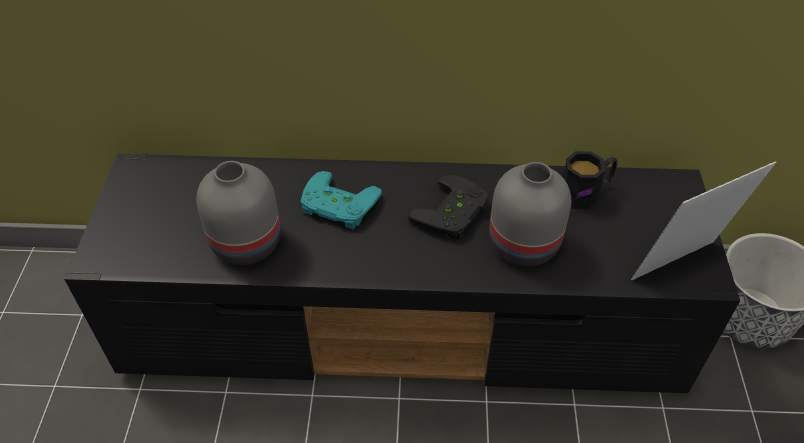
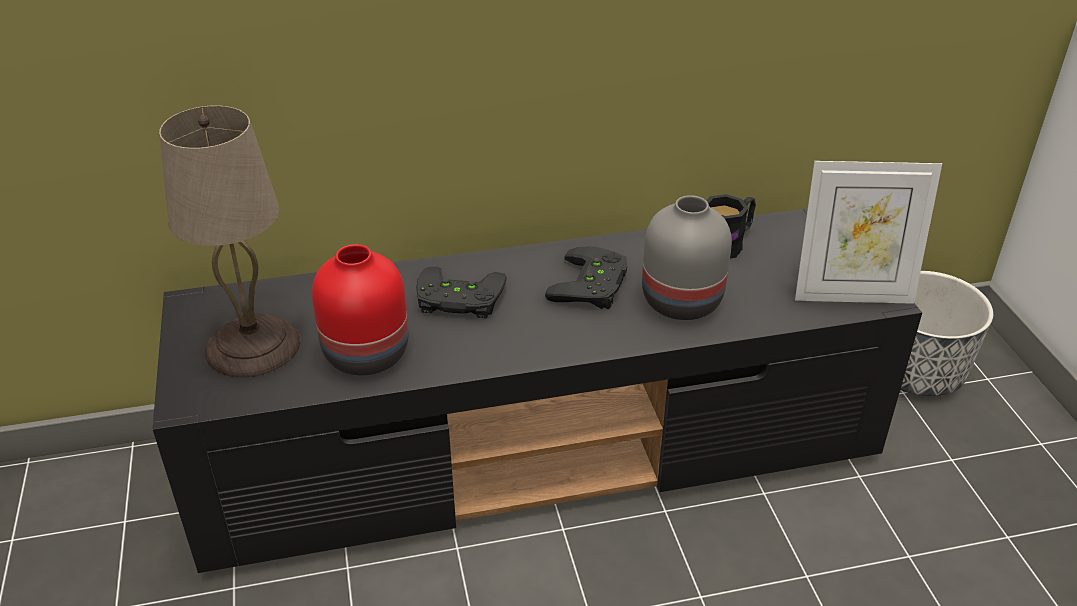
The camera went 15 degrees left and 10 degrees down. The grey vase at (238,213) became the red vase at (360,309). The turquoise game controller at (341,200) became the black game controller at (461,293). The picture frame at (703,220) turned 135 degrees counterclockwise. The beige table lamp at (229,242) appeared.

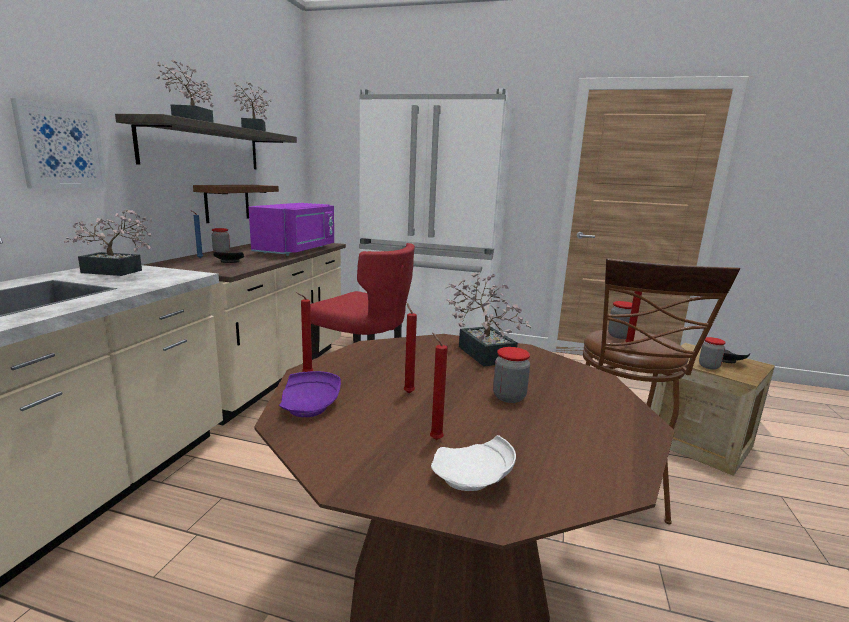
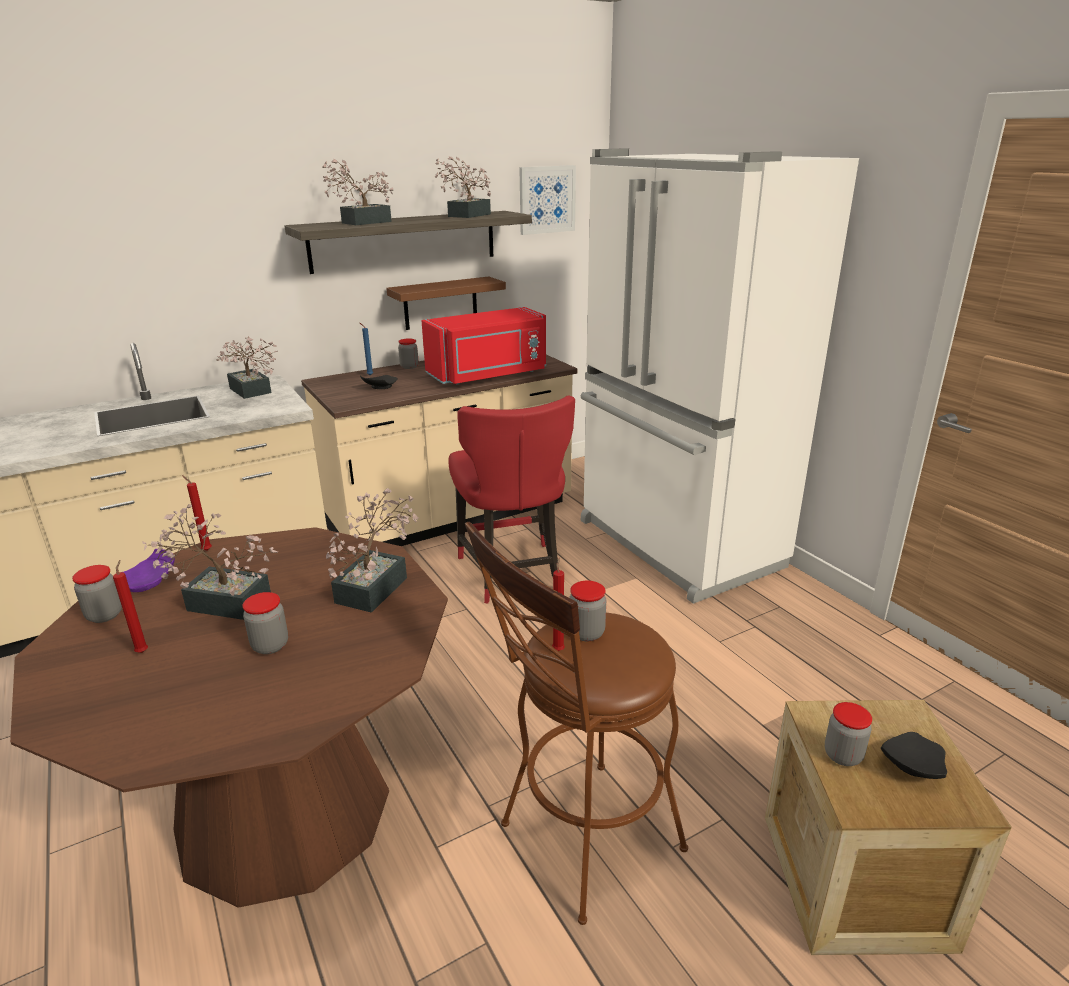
The camera went 45 degrees right and 10 degrees up. The picture moved from (58,143) to (547,200). The purple microwave at (291,229) became the red microwave at (483,345). The red candle at (410,348) was replaced by the potted plant at (210,562). The white plate at (473,463) disappeared. The jar at (97,594) appeared.

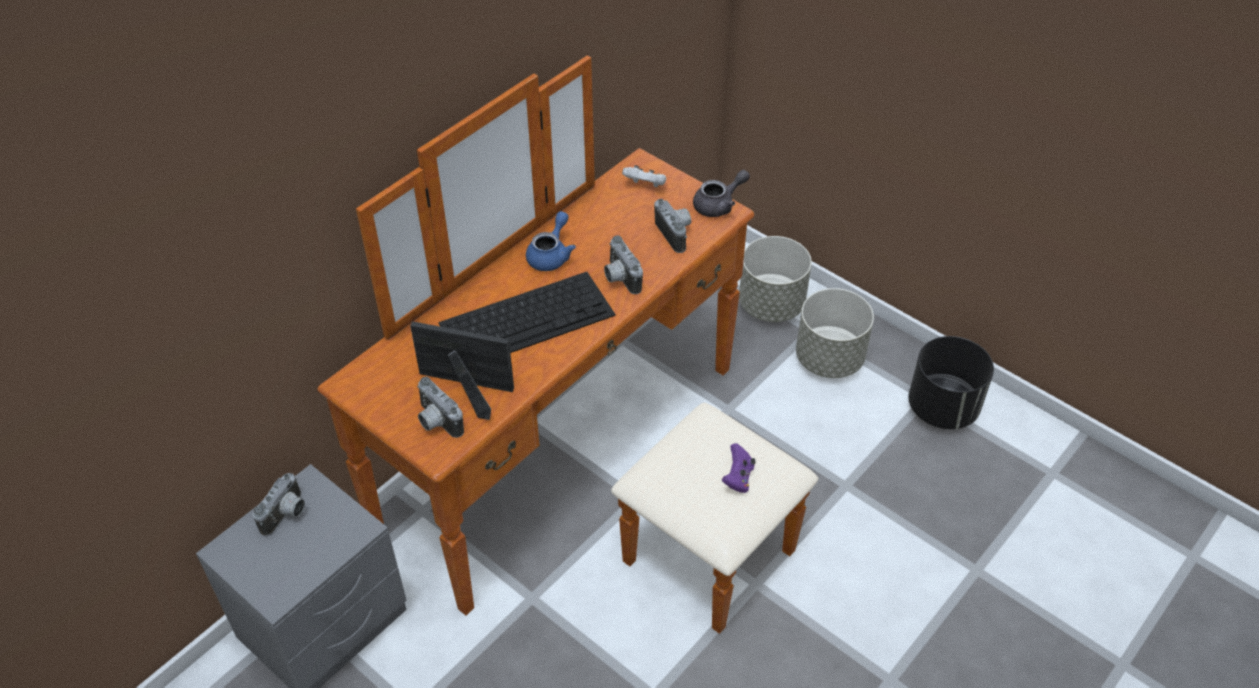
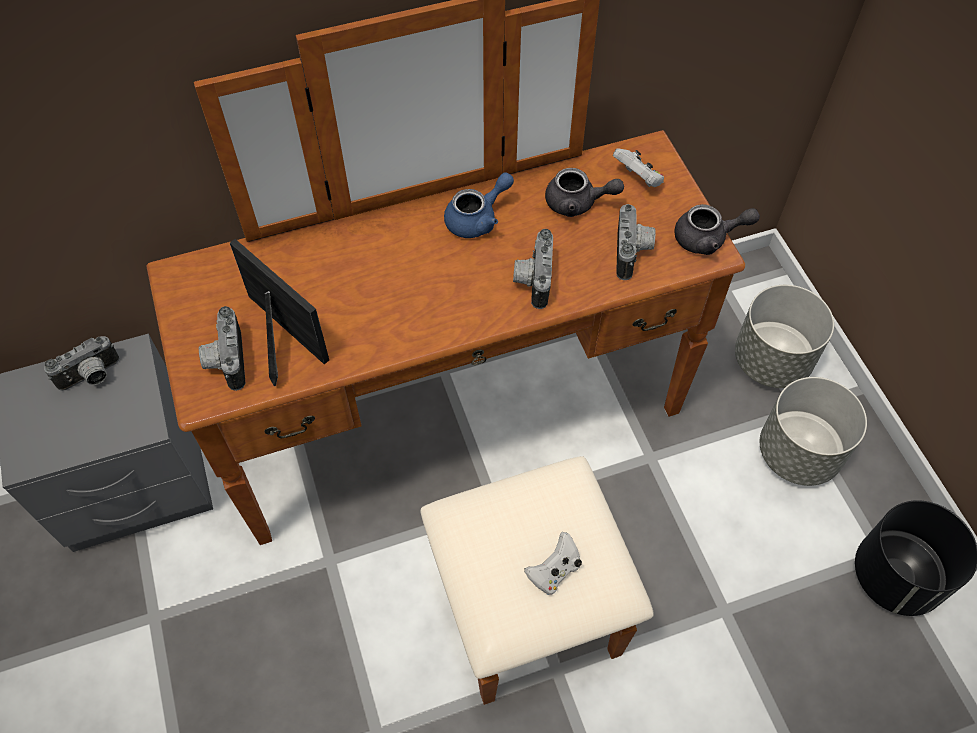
The camera went 30 degrees right and 10 degrees up. The keyboard at (527,312) disappeared. The purple game controller at (739,468) became the white game controller at (553,563). The grey teapot at (584,192) appeared.

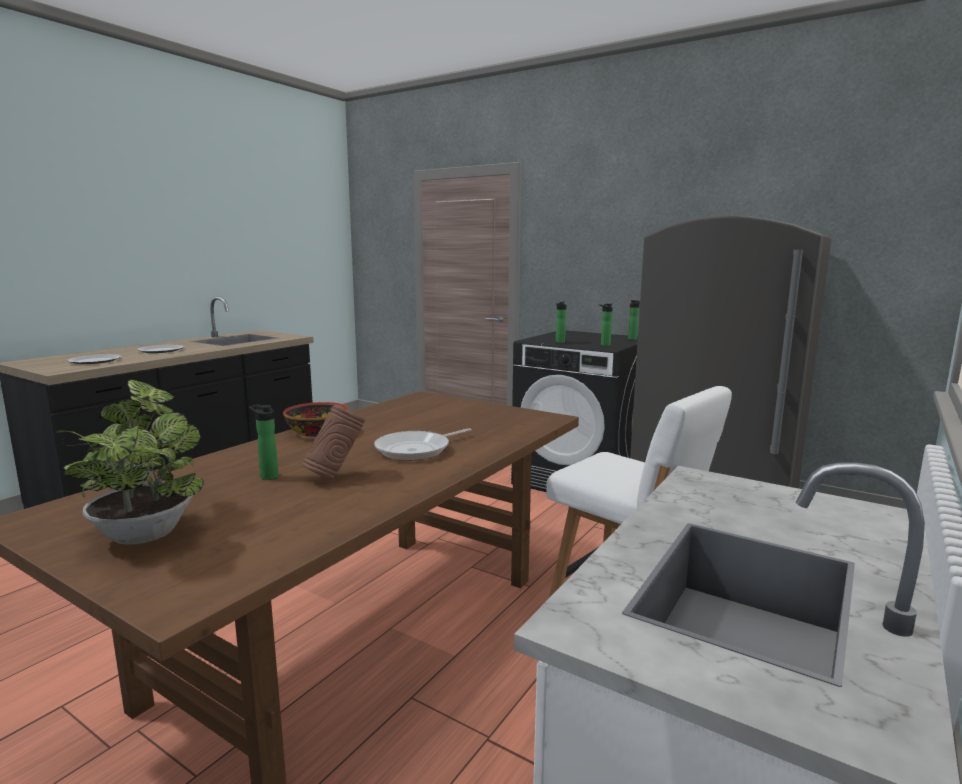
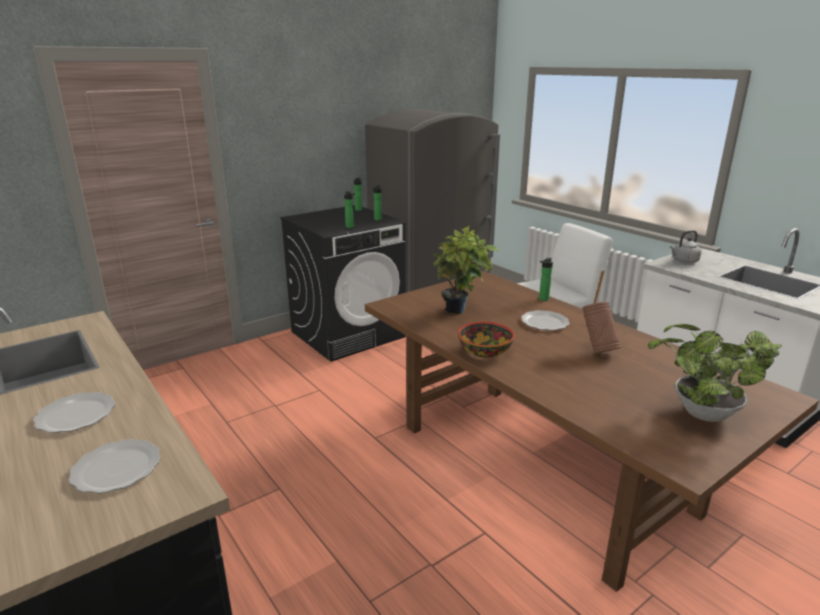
The camera went 70 degrees left and 10 degrees up. The bottle moved from (264,442) to (546,279). The frying pan at (423,444) was replaced by the plate at (545,320). The potted plant at (465,270) appeared. The grey kettle at (685,246) appeared.

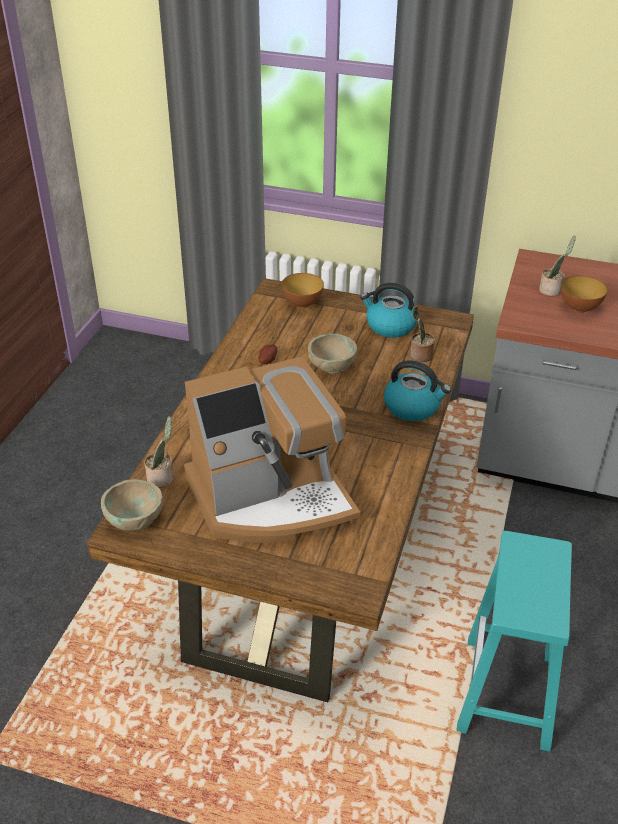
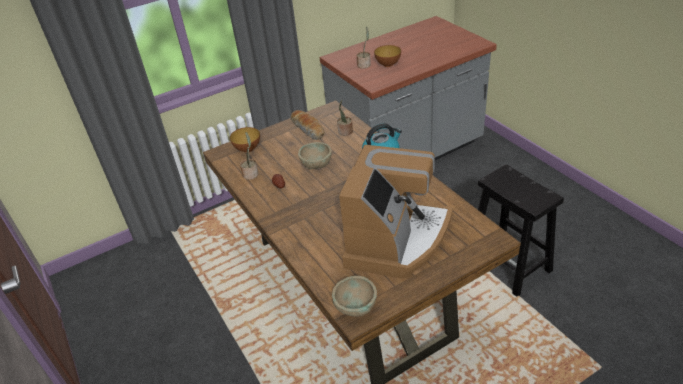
The camera went 45 degrees left and 0 degrees up. The potted plant moved from (159,452) to (249,156). The kettle at (389,310) was replaced by the bread at (307,125). The turquoise stool at (514,641) became the black stool at (521,231).

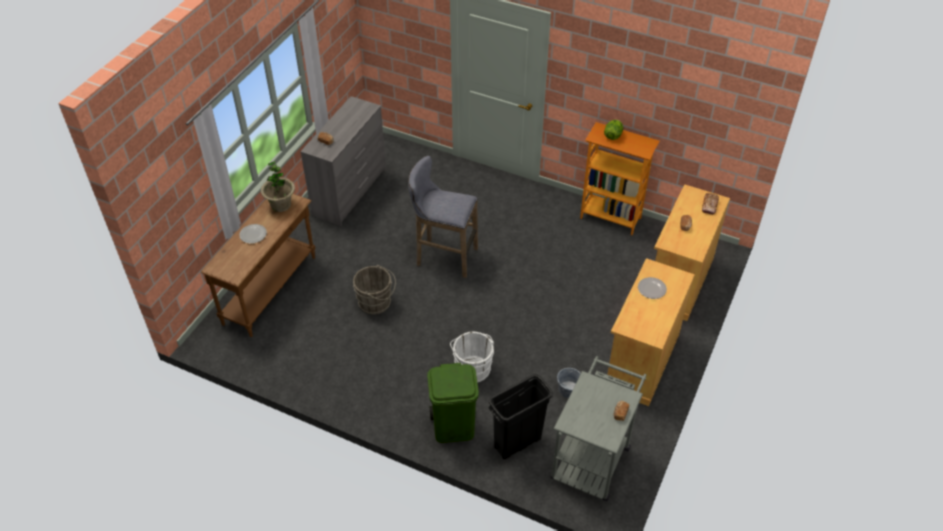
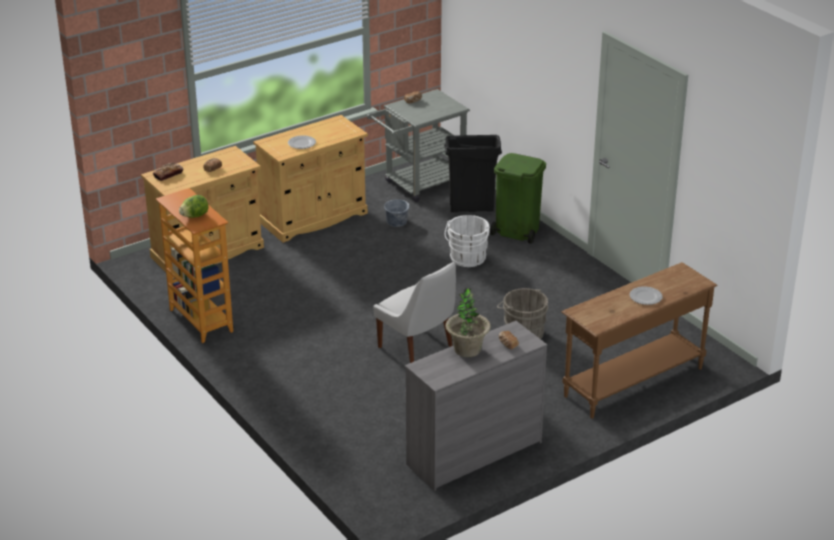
The camera went 150 degrees left and 15 degrees down. The potted plant moved from (278,186) to (468,322). The grey stool at (443,217) was replaced by the white chair at (415,312).

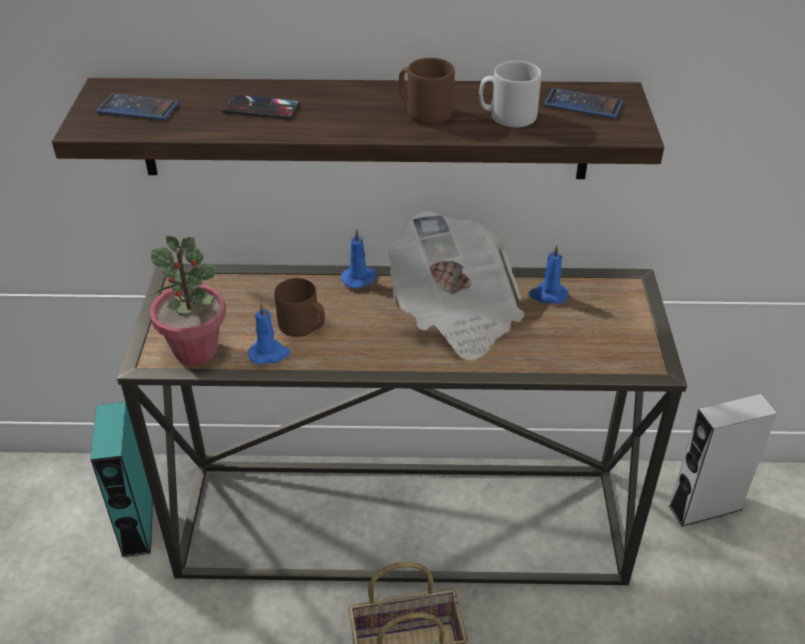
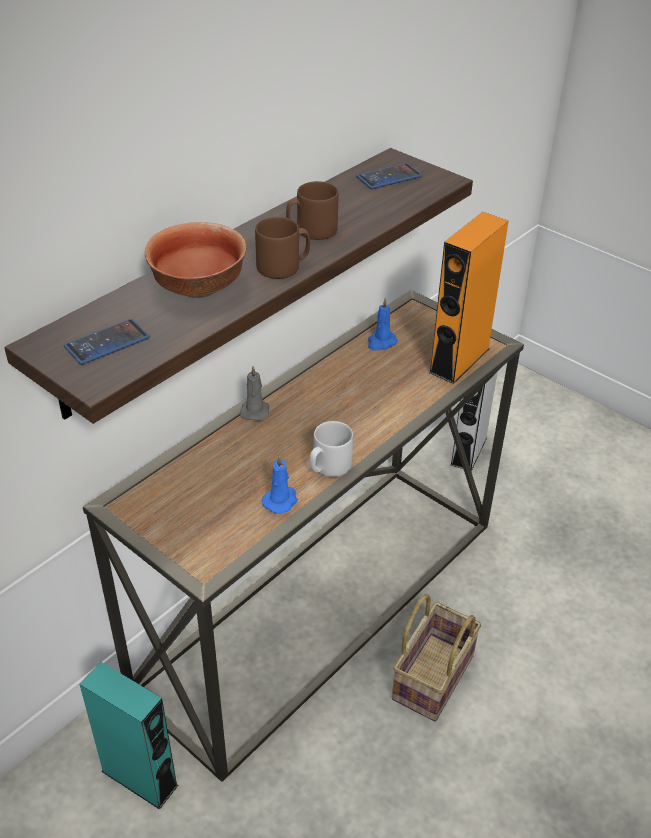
The camera went 50 degrees left and 0 degrees up. The potted plant at (188,300) disappeared. The phone at (260,106) was replaced by the bowl at (195,260). The brown mug moved from (300,307) to (282,248). The blue candle at (359,259) became the grey candle at (254,393). The newspaper at (456,286) disappeared. The grey mug moved from (510,94) to (331,449). The orange speaker at (469,298) appeared.

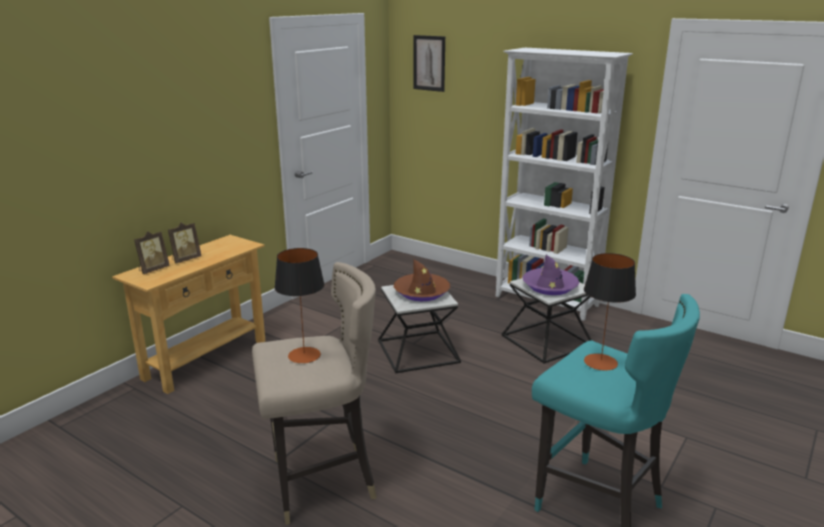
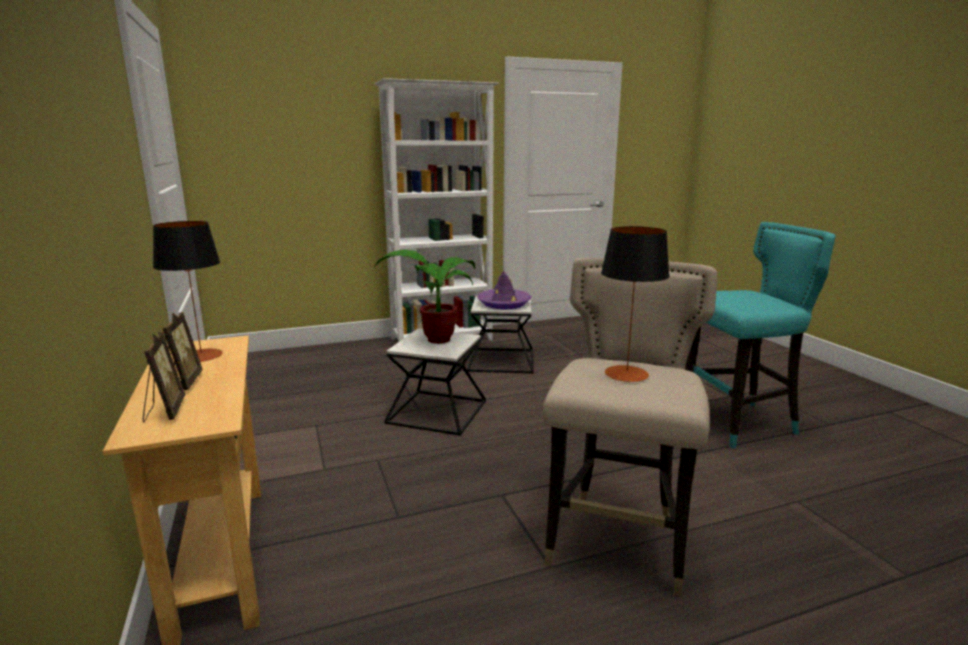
The camera went 55 degrees left and 5 degrees down. The brown hat at (422,280) was replaced by the potted plant at (424,297). The picture at (429,63) disappeared. The table lamp moved from (610,312) to (188,291).

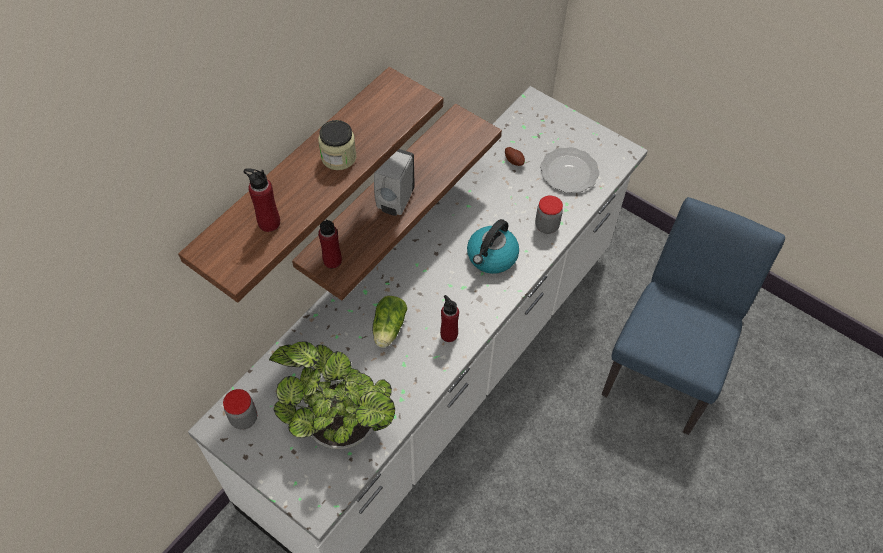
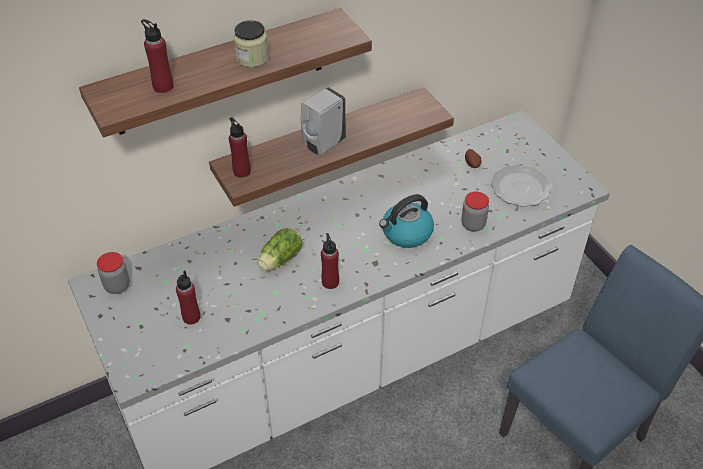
The camera went 25 degrees right and 10 degrees down. The potted plant at (332,395) was replaced by the red bottle at (188,298).

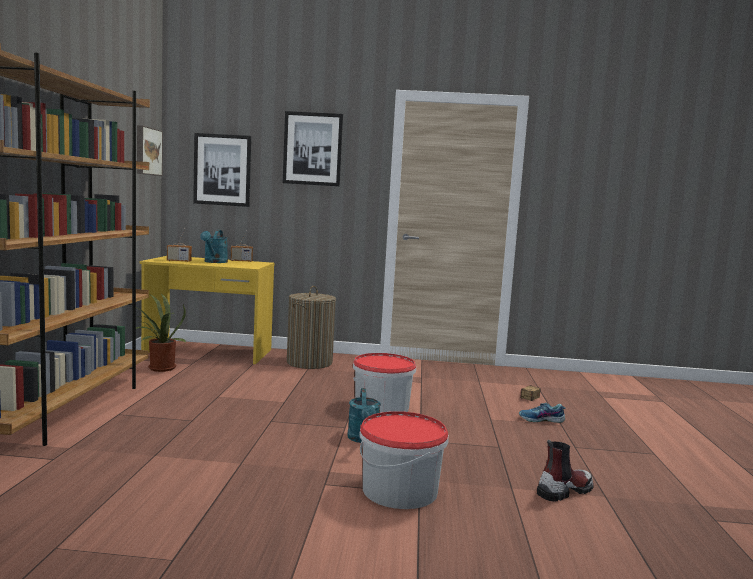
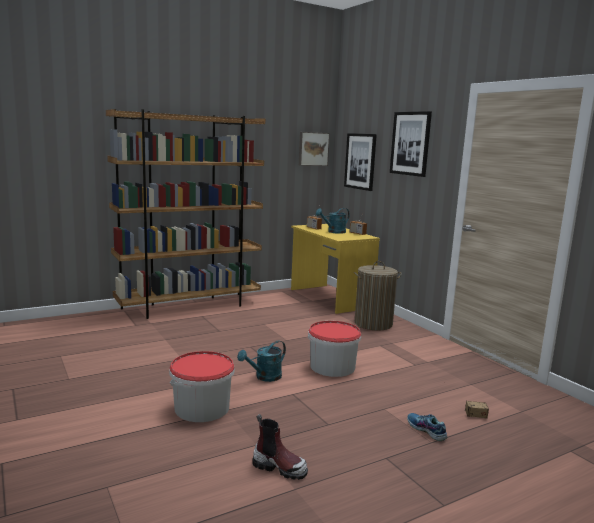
The camera went 55 degrees right and 5 degrees up. The potted plant at (161,332) disappeared.

